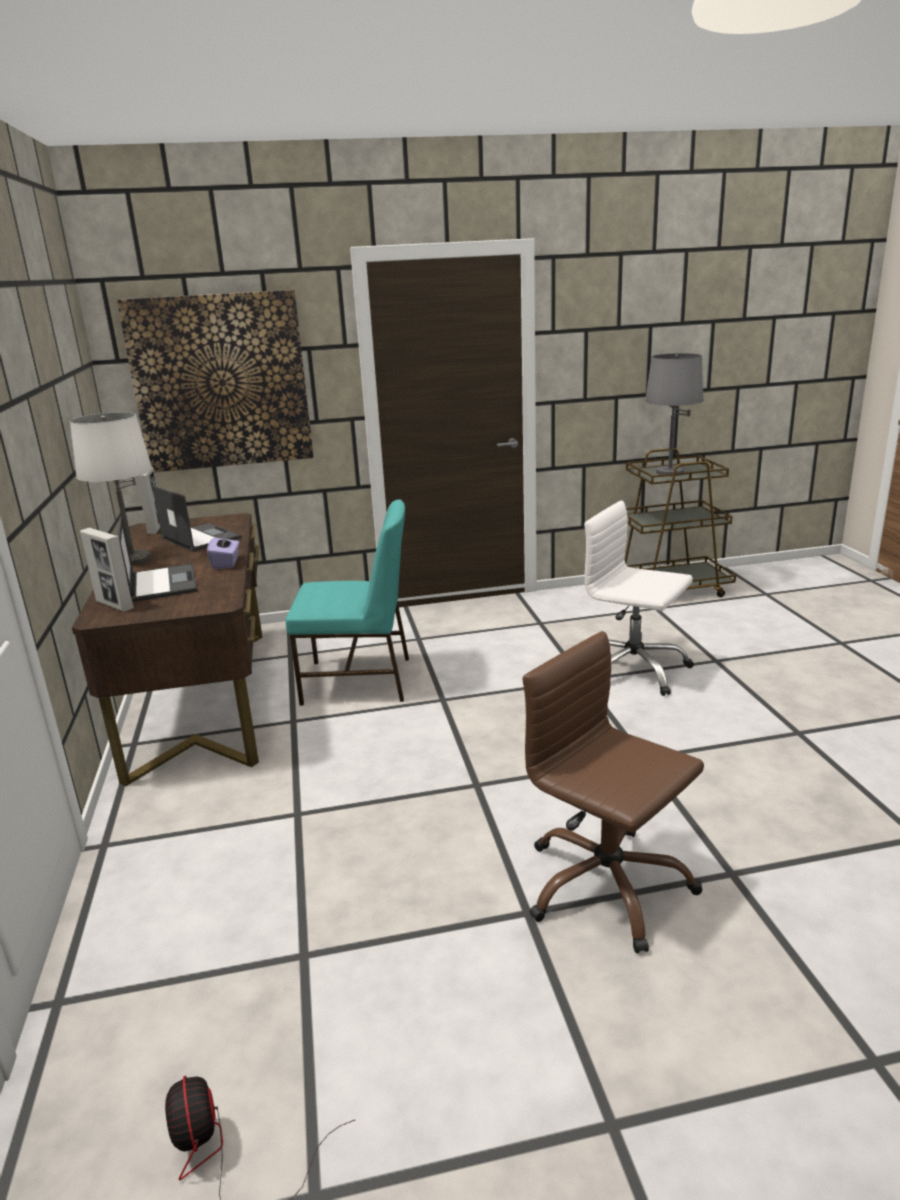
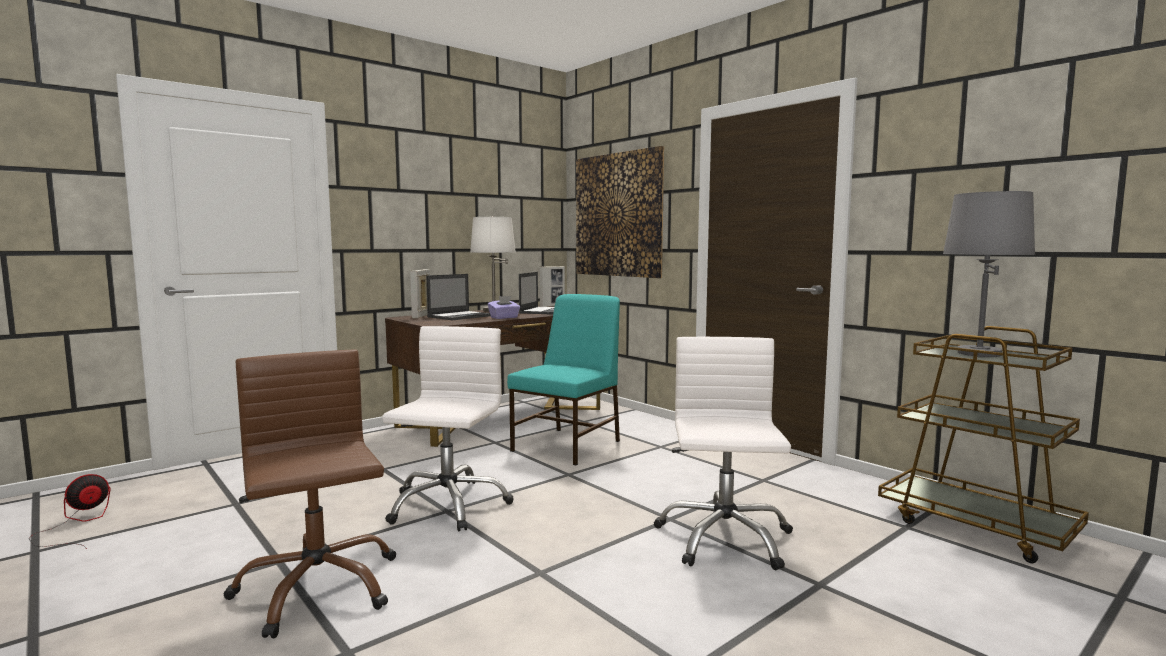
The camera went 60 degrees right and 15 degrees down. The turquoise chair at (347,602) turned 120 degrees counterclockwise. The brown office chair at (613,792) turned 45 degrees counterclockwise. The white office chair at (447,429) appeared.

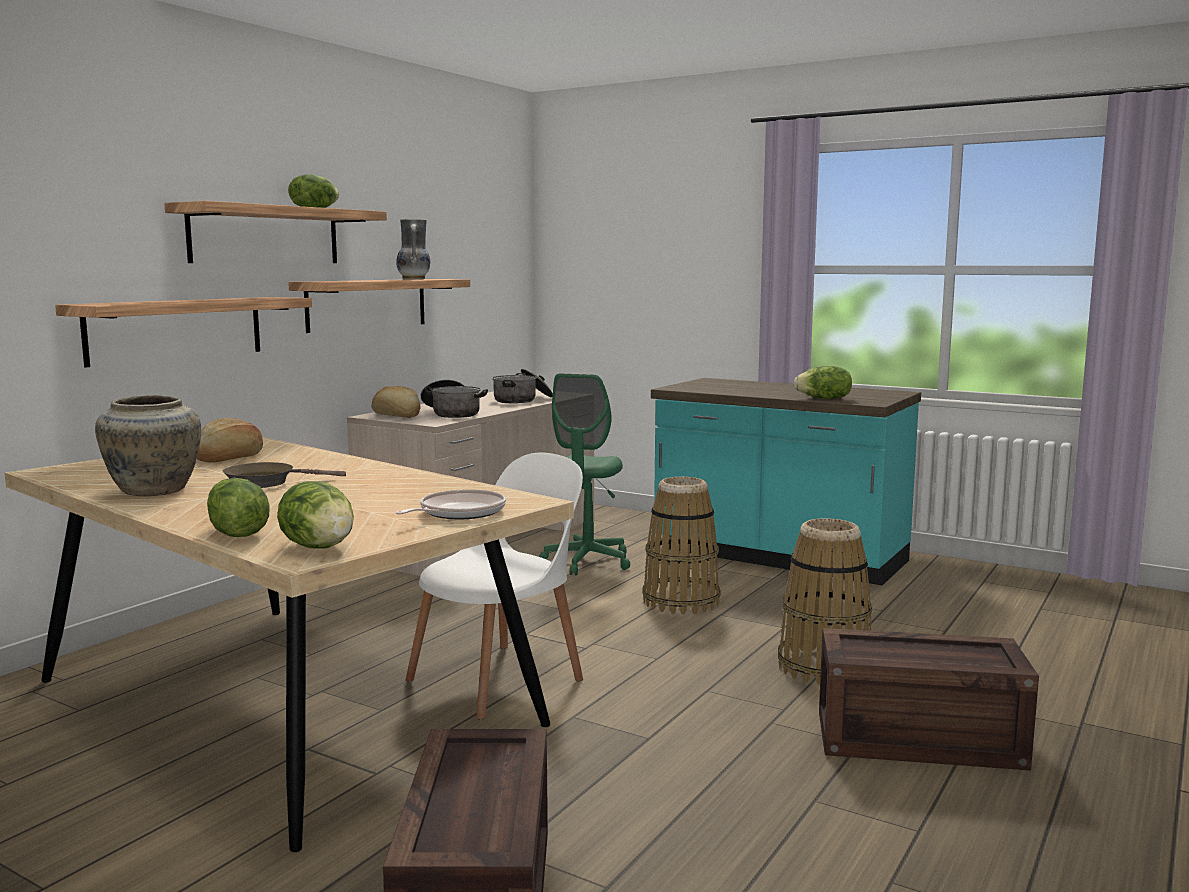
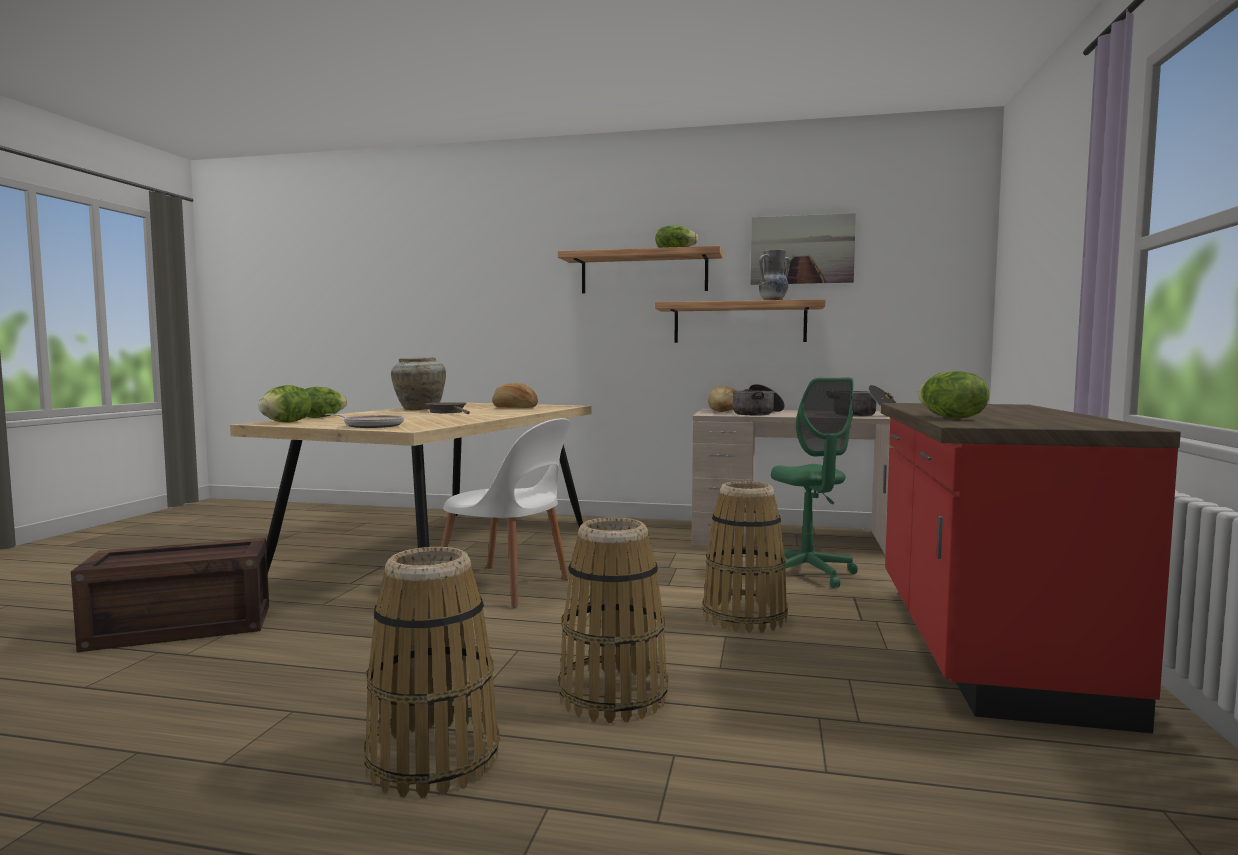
The camera went 70 degrees right and 5 degrees down. The shelf at (183,332) disappeared. The green office chair at (585,474) turned 105 degrees counterclockwise. The turquoise counter at (786,481) became the red counter at (1031,568). The crate at (929,699) was replaced by the basket at (432,672). The picture at (803,249) appeared.

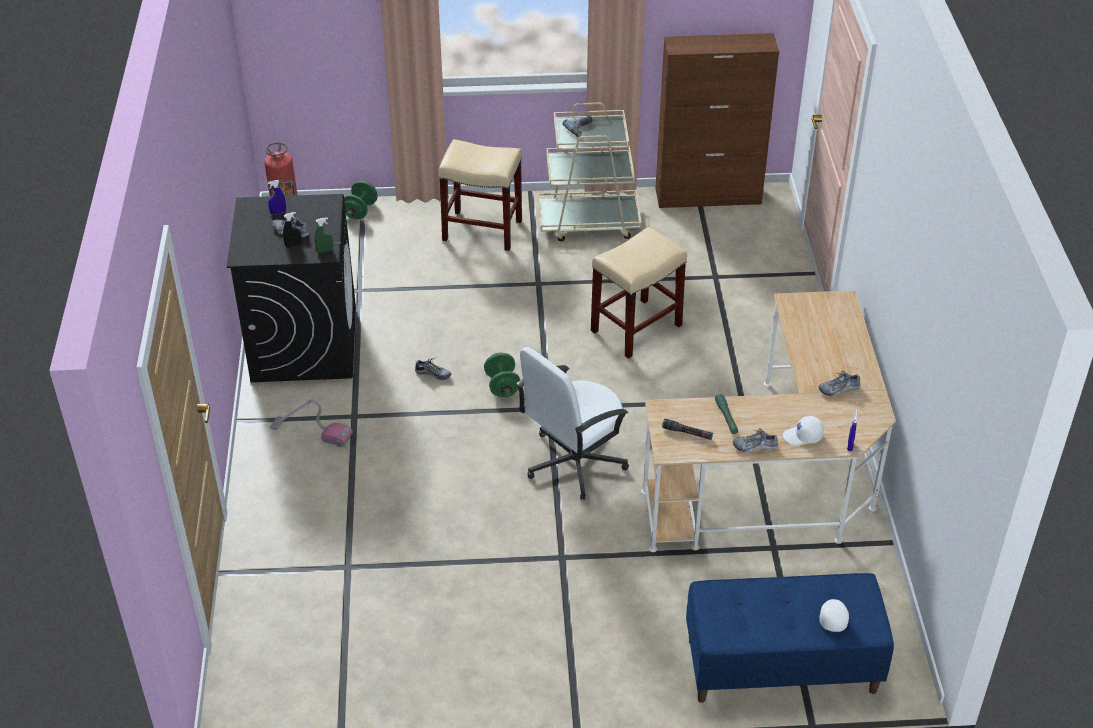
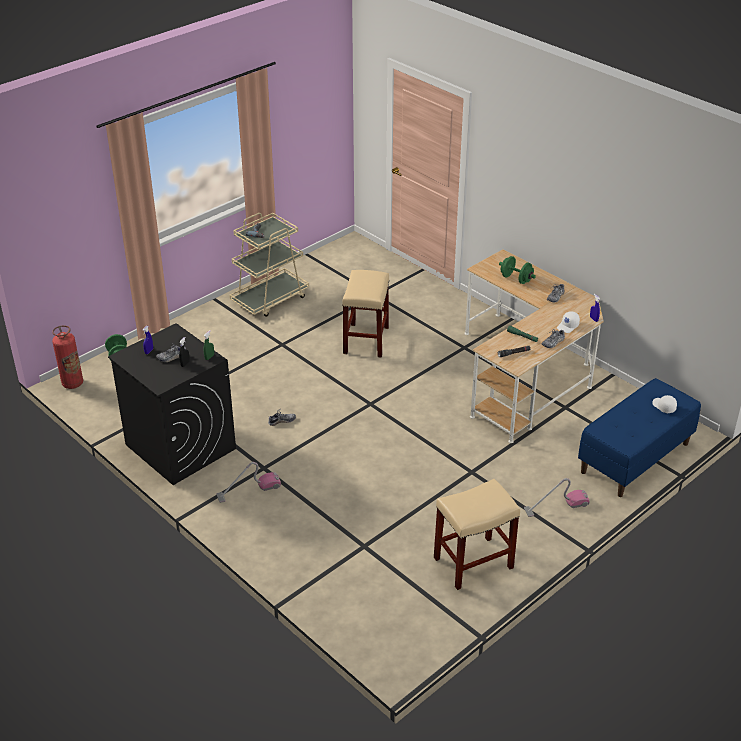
The camera went 40 degrees left and 5 degrees down. The beige stool moved from (480,195) to (477,534). The green dumbbell moved from (502,375) to (517,270). The white office chair at (572,423) disappeared. The brown cabinet at (717,120) disappeared. The vacuum cleaner at (557,497) appeared.

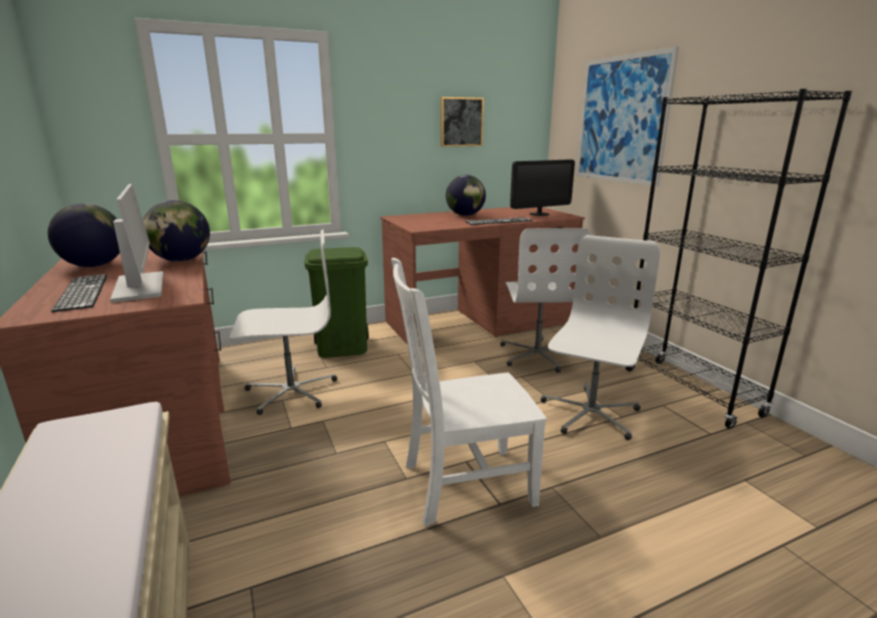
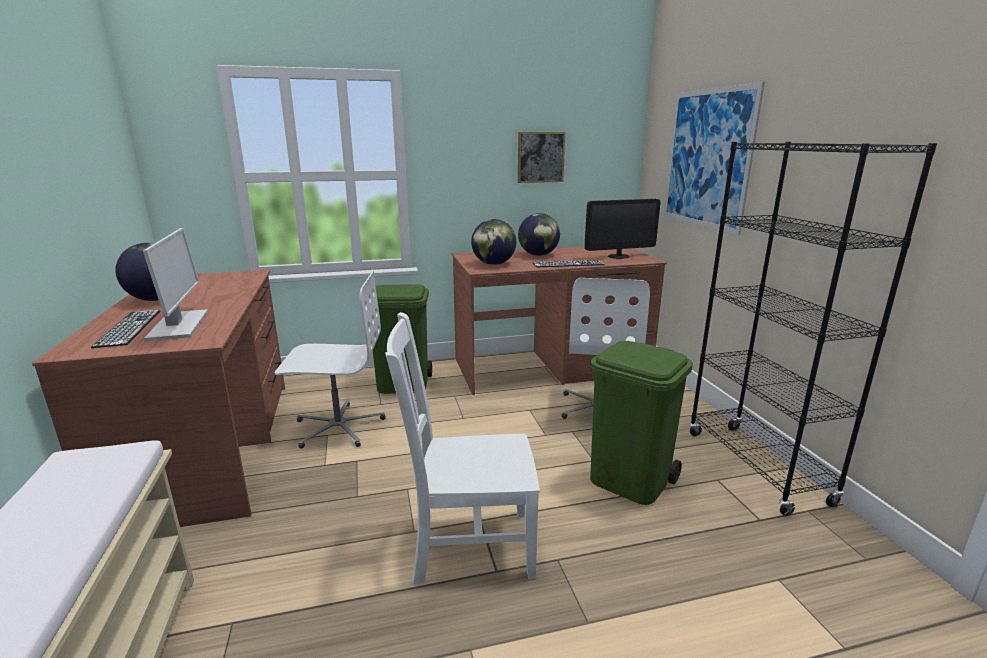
The camera went 10 degrees right and 0 degrees up. The globe moved from (176,231) to (493,242). The white office chair at (600,337) was replaced by the green trash can at (641,423).

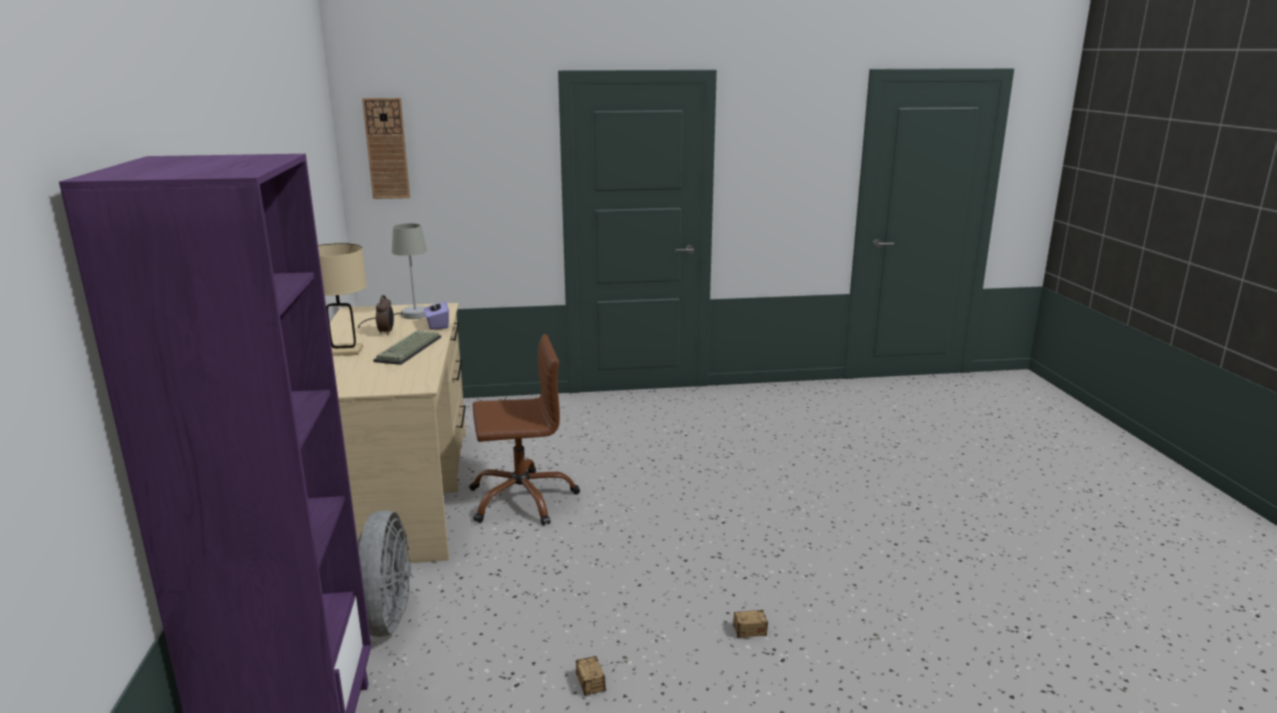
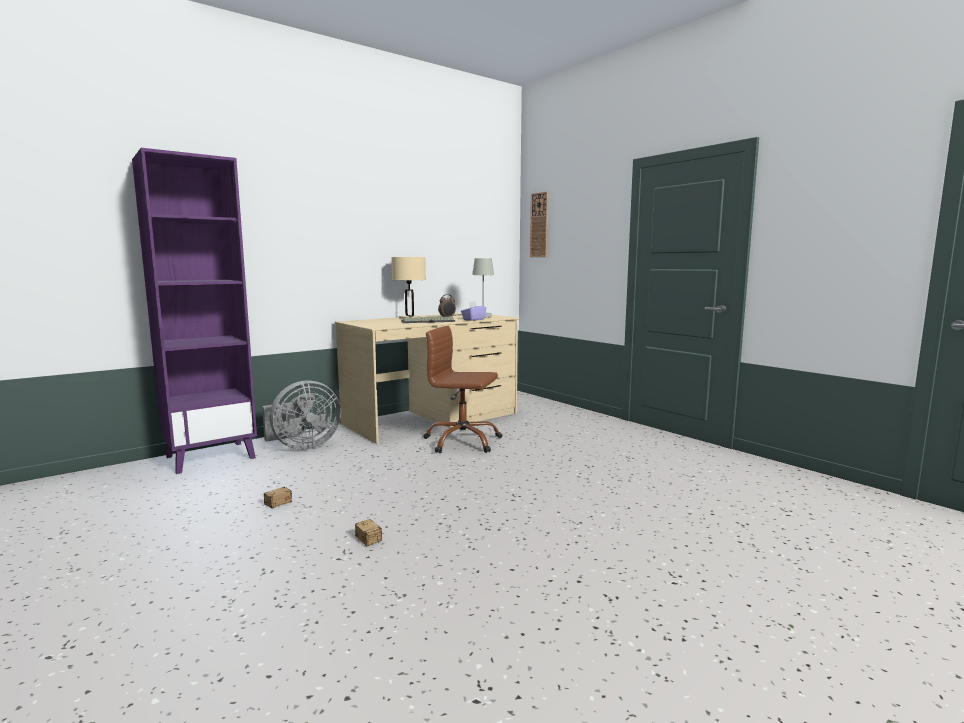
The camera went 60 degrees right and 10 degrees down. The brown office chair at (524,429) turned 150 degrees clockwise.

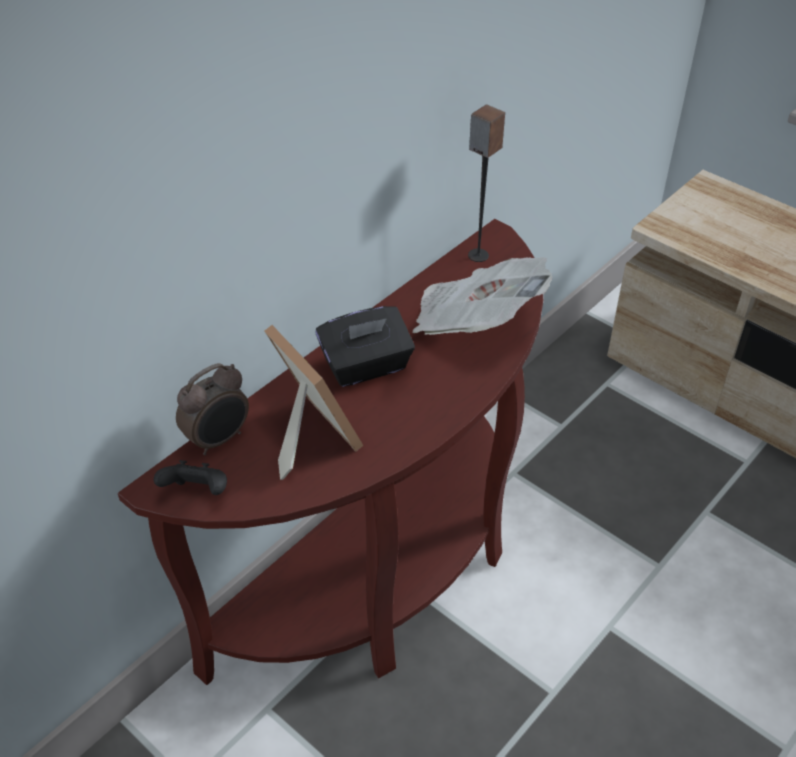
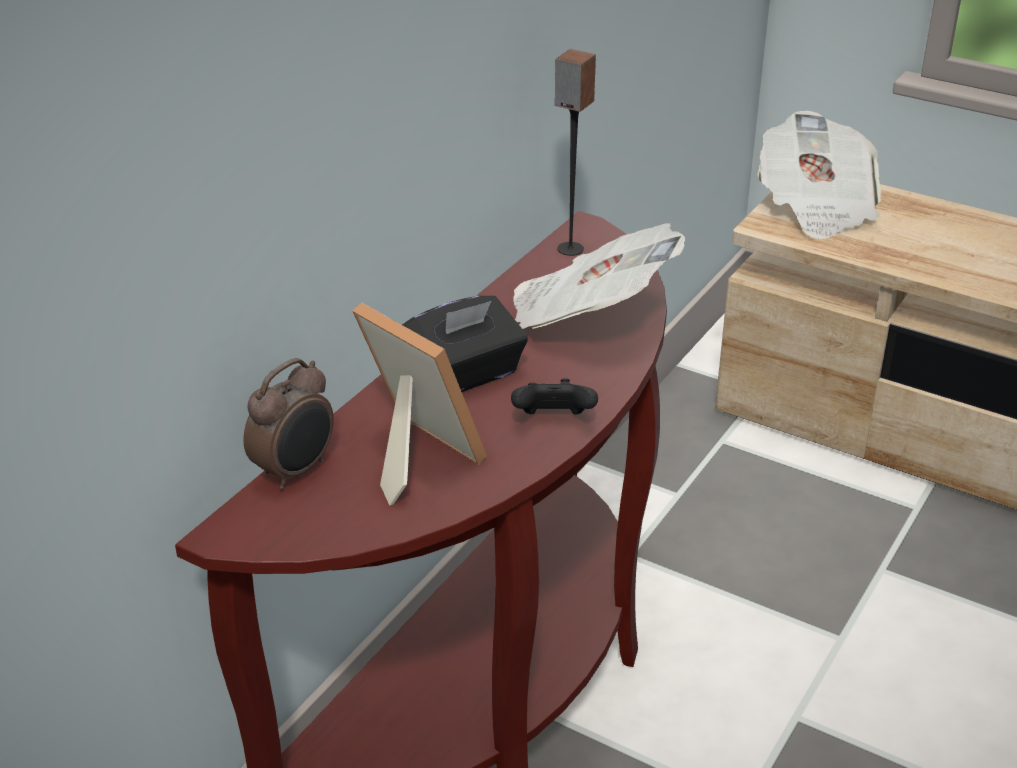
The camera went 10 degrees left and 10 degrees down. The black game controller moved from (190,477) to (554,396). The newspaper at (819,175) appeared.

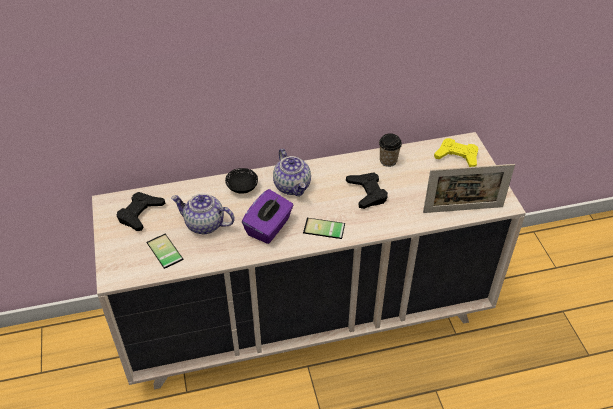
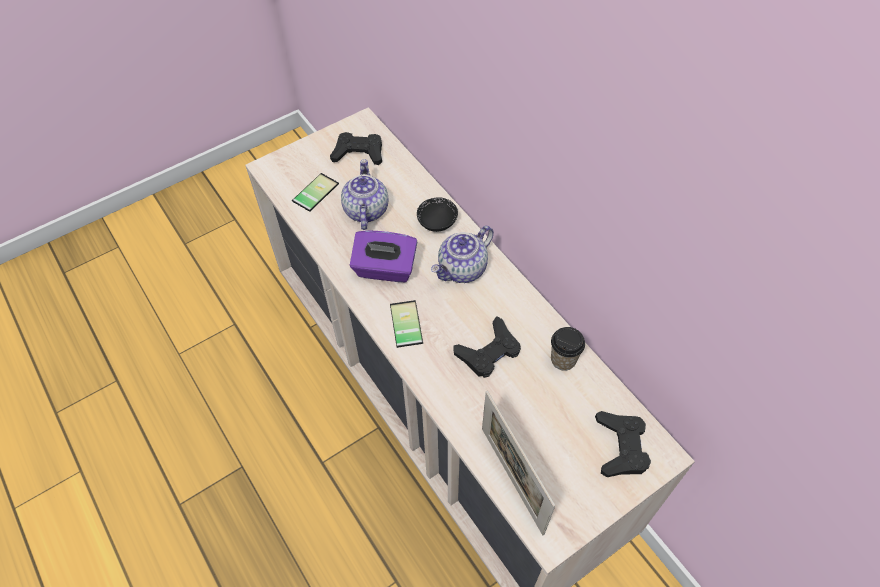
The camera went 70 degrees right and 10 degrees up. The yellow game controller at (456,152) became the black game controller at (623,444).

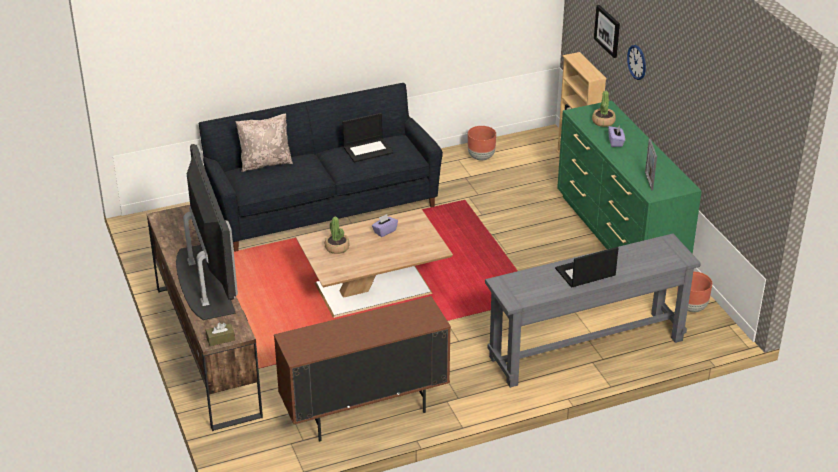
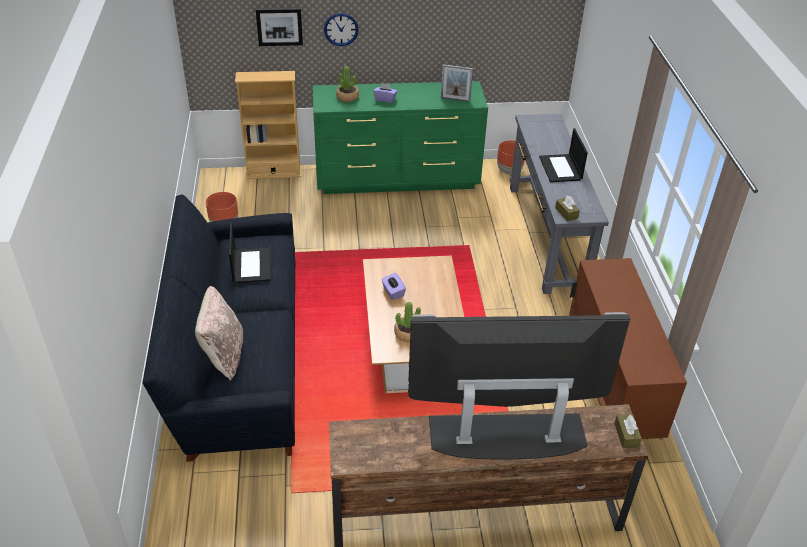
The camera went 75 degrees left and 5 degrees up. The brown tissue box at (567,208) appeared.

